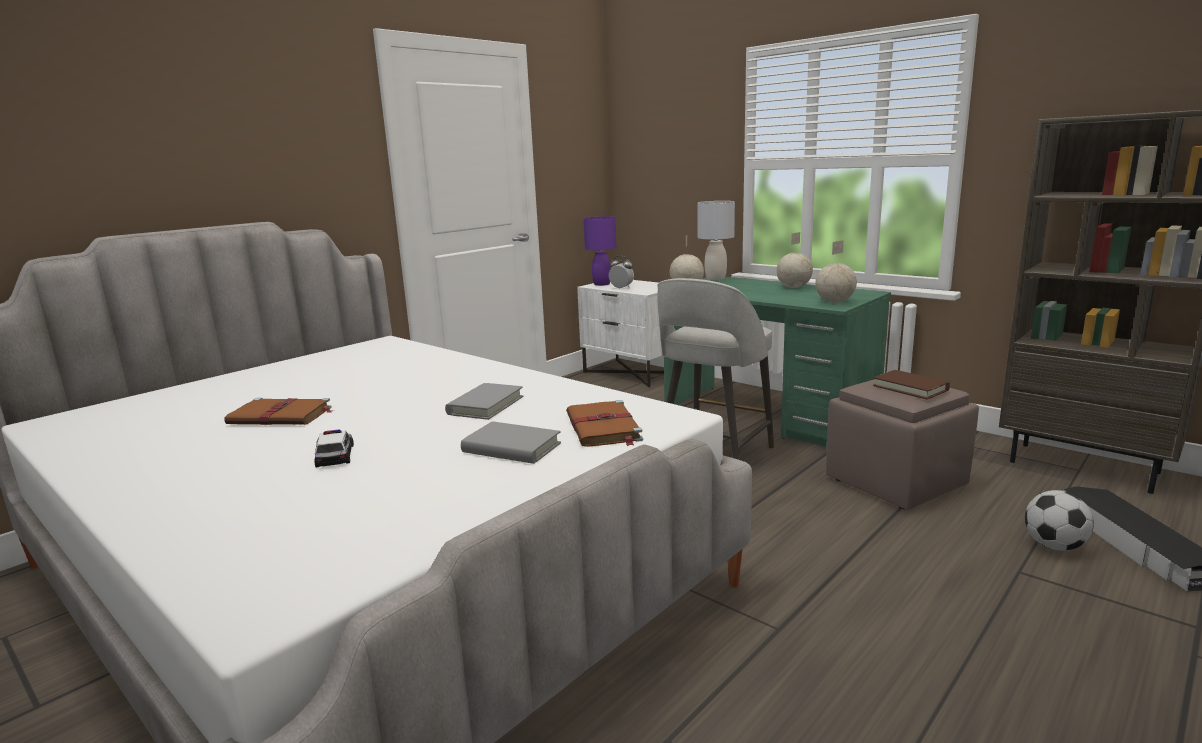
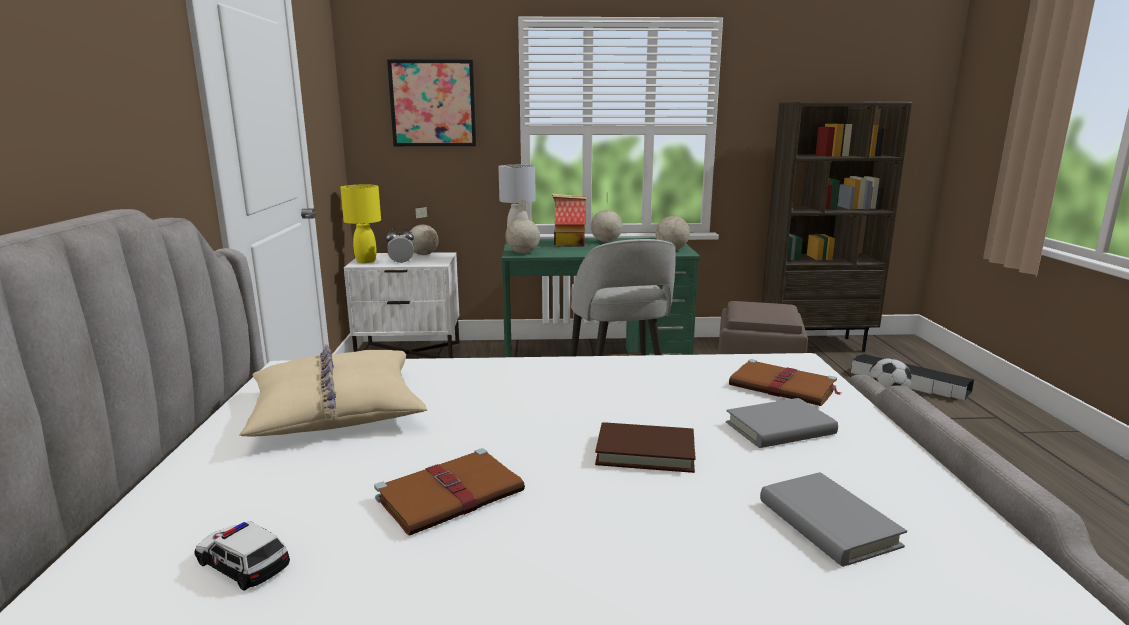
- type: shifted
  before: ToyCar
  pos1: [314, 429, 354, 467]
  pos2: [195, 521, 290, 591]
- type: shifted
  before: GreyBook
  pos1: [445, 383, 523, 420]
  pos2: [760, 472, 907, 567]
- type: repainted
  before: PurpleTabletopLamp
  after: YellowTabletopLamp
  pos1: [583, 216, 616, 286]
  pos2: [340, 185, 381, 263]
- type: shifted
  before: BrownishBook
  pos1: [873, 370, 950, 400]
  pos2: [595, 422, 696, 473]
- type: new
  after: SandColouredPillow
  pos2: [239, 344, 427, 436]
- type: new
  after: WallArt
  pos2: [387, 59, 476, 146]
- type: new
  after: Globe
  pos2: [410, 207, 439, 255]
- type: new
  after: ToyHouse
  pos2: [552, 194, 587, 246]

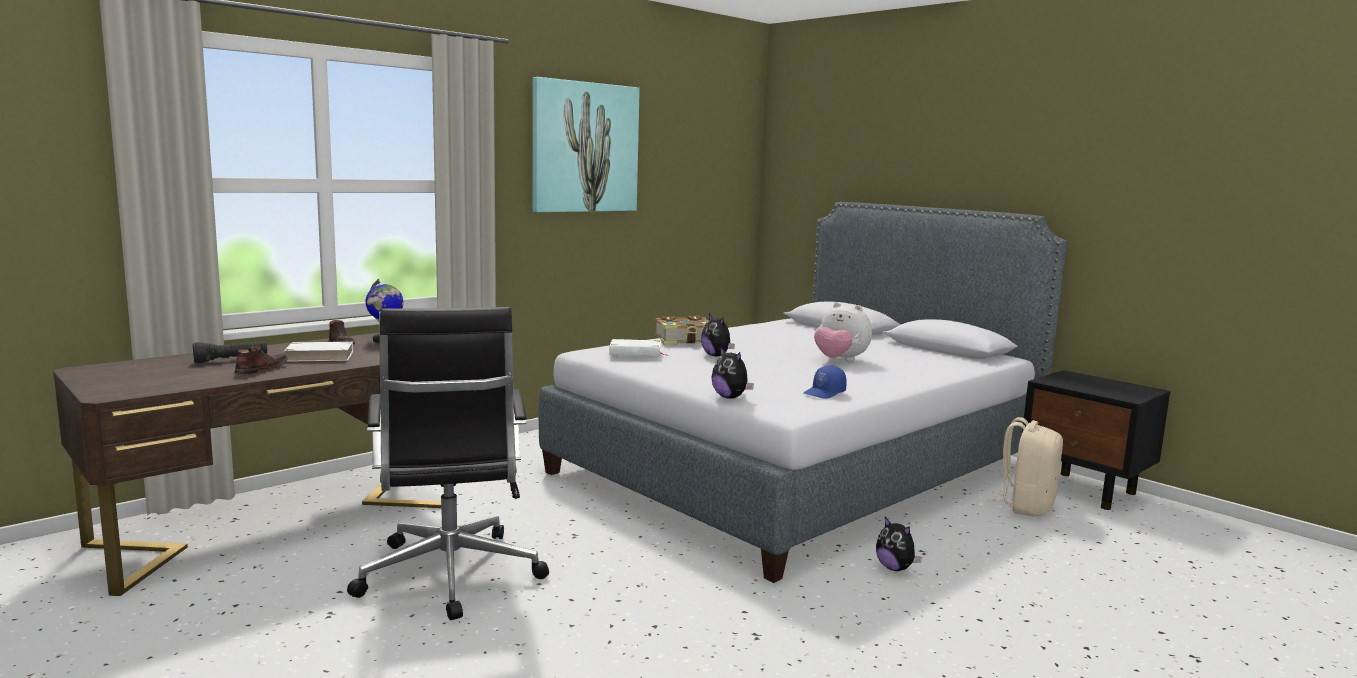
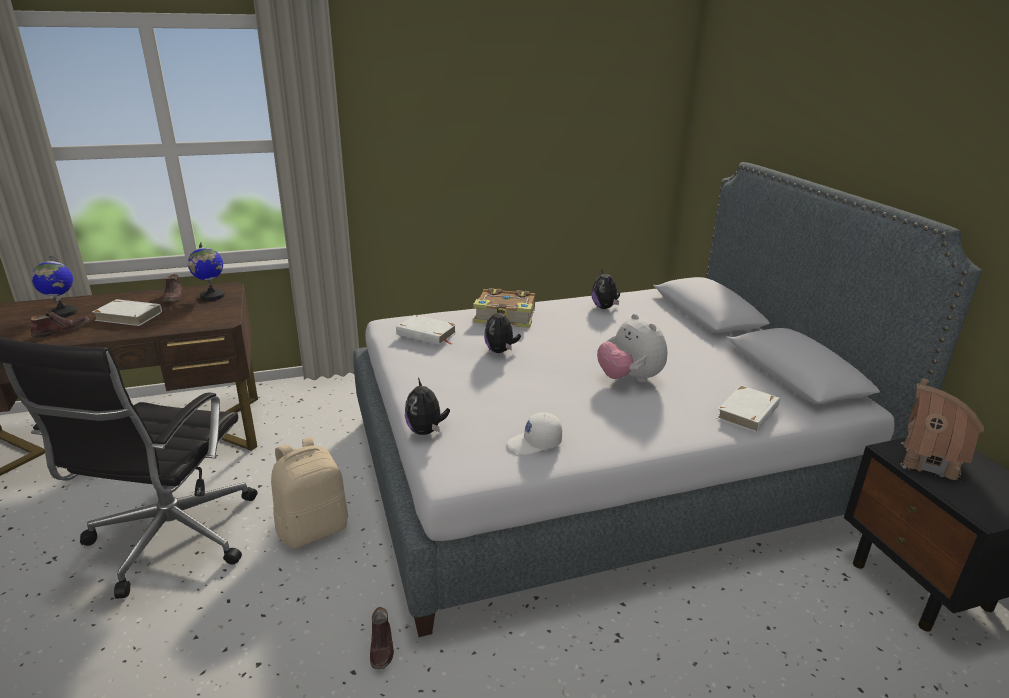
- type: swapped
  before: BlackHandTorch
  after: Globe
  pos1: [193, 341, 267, 363]
  pos2: [31, 255, 77, 318]
- type: gone
  before: WallArt
  pos1: [532, 77, 640, 212]
- type: repainted
  before: BlueColouredCap
  after: WhiteColouredCap
  pos1: [804, 365, 847, 399]
  pos2: [507, 412, 562, 455]
- type: shifted
  before: PlushToy
  pos1: [876, 517, 922, 571]
  pos2: [591, 269, 620, 309]
- type: shifted
  before: SandColouredKnapsack
  pos1: [987, 417, 1063, 516]
  pos2: [271, 436, 348, 548]
- type: new
  after: BrownishItemOfFootwear
  pos2: [370, 607, 394, 669]
- type: new
  after: WhiteColouredBook
  pos2: [717, 385, 780, 432]
- type: new
  after: ToyHouse
  pos2: [900, 379, 984, 480]

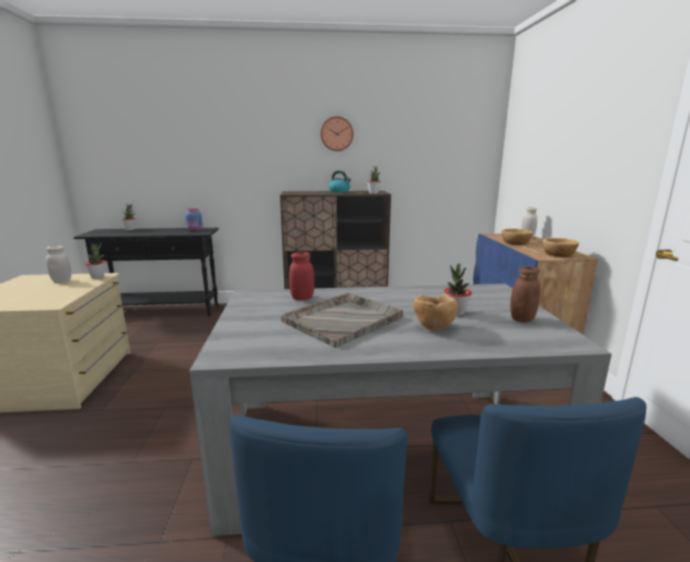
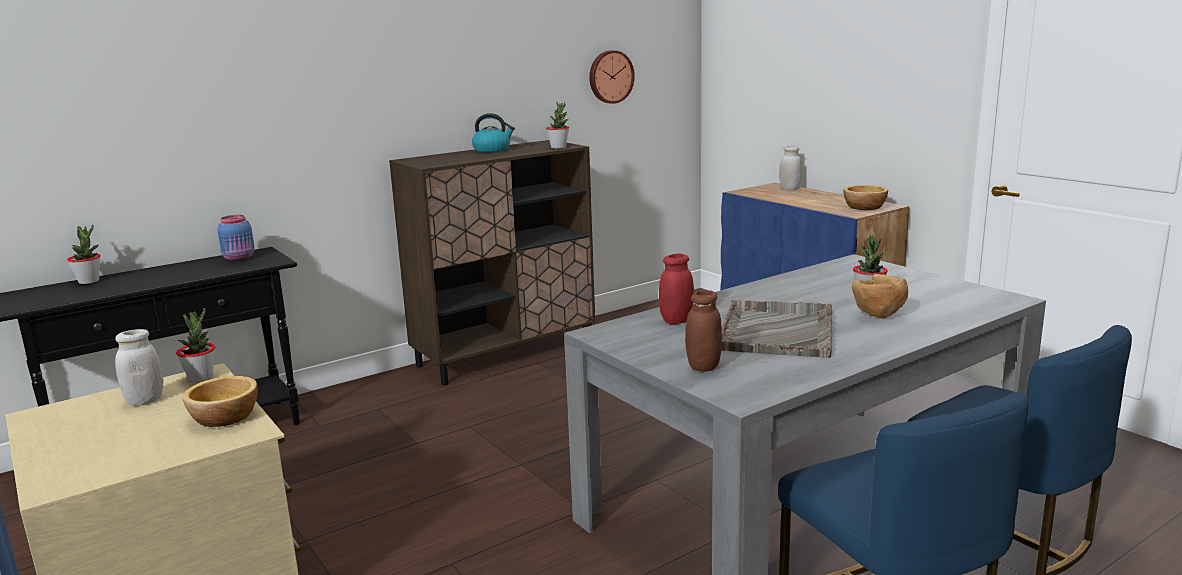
- type: shifted
  before: HangingClock
  pos1: [321, 116, 353, 151]
  pos2: [589, 50, 635, 104]
- type: shifted
  before: Bowl
  pos1: [502, 229, 533, 245]
  pos2: [183, 376, 258, 427]
- type: shifted
  before: BrownishStorageJar
  pos1: [510, 267, 540, 322]
  pos2: [685, 290, 722, 372]

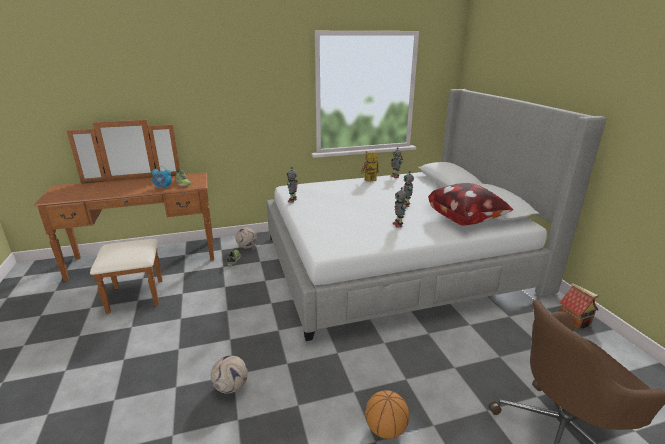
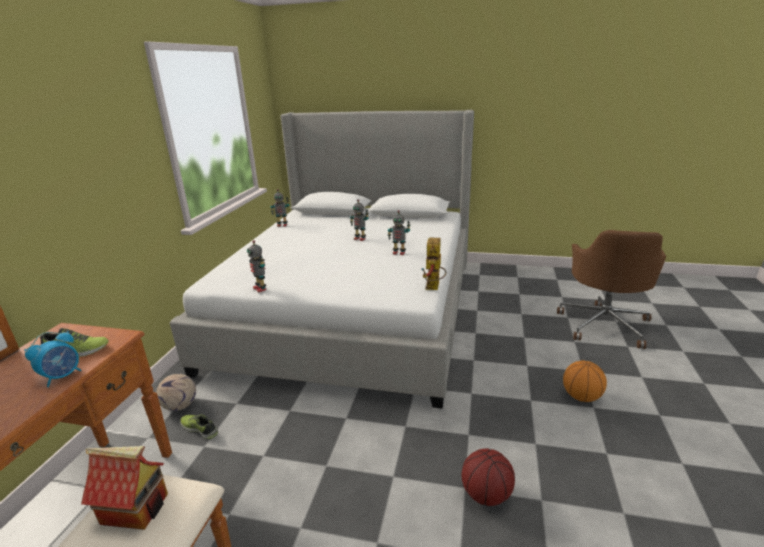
- type: swapped
  before: BallForFootball
  after: Basketball
  pos1: [211, 355, 248, 394]
  pos2: [462, 448, 515, 506]
- type: shifted
  before: ToyRobot
  pos1: [361, 151, 379, 182]
  pos2: [421, 237, 446, 290]
- type: gone
  before: Pillow
  pos1: [428, 183, 513, 226]
- type: shifted
  before: ToyHouse
  pos1: [559, 283, 599, 329]
  pos2: [81, 446, 168, 530]

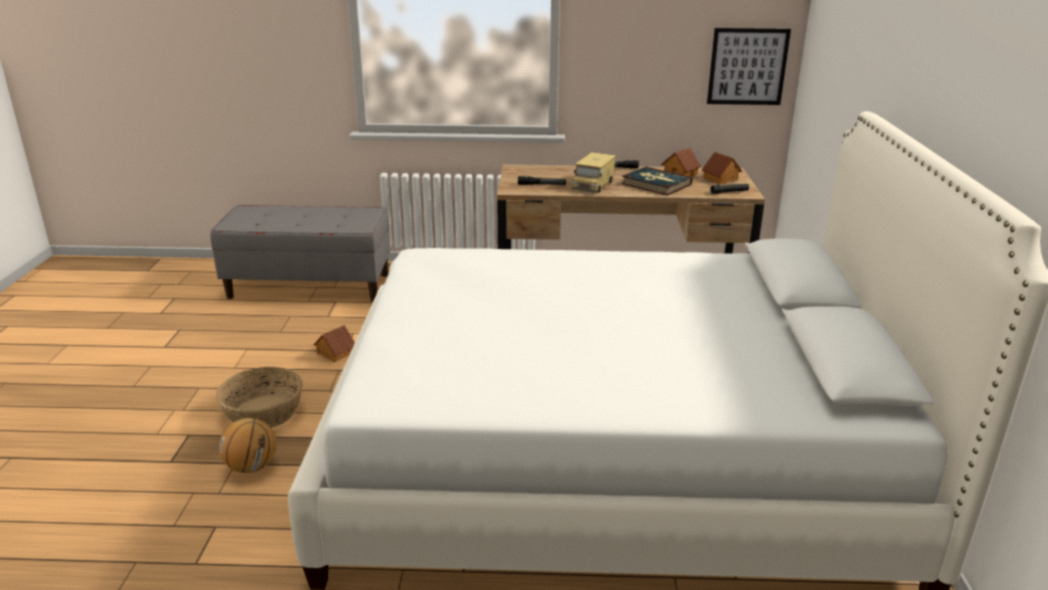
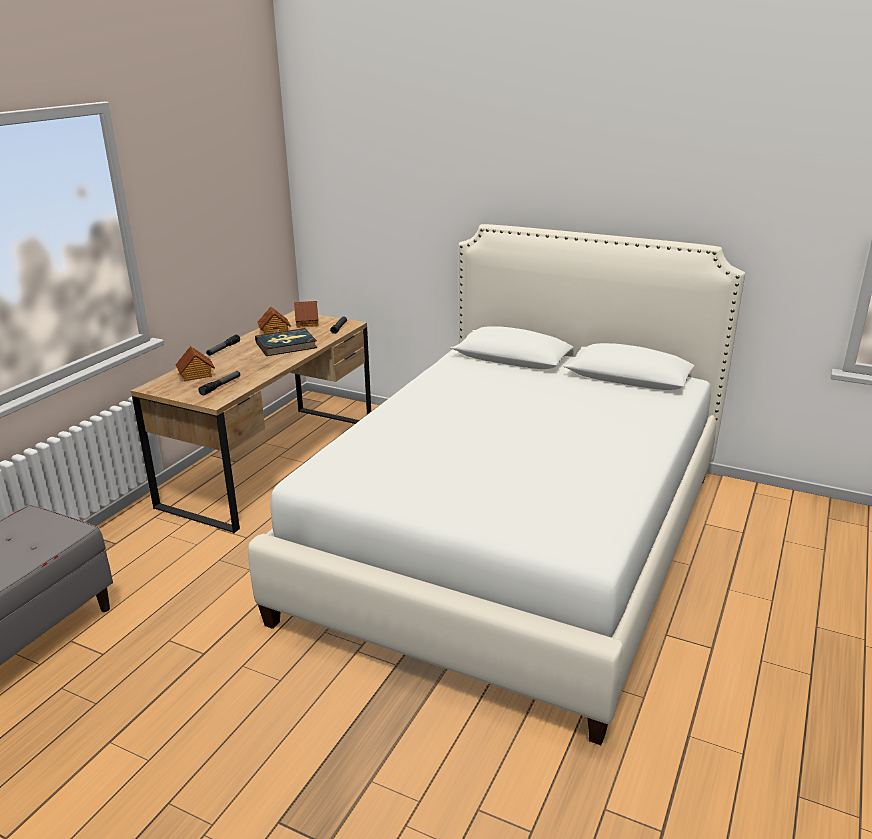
- type: gone
  before: Basket
  pos1: [216, 367, 303, 428]
- type: gone
  before: Basketball
  pos1: [219, 418, 277, 473]
- type: shifted
  before: ToyHouse
  pos1: [313, 325, 355, 363]
  pos2: [176, 346, 215, 381]
- type: gone
  before: ToyTruck
  pos1: [571, 152, 617, 193]
- type: gone
  before: WallArt
  pos1: [707, 28, 791, 105]

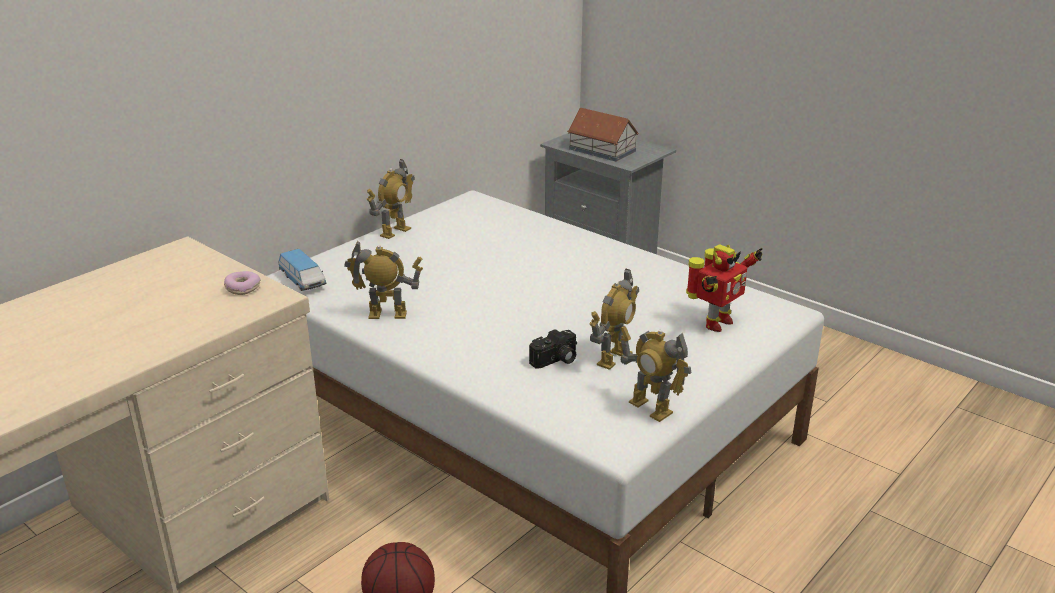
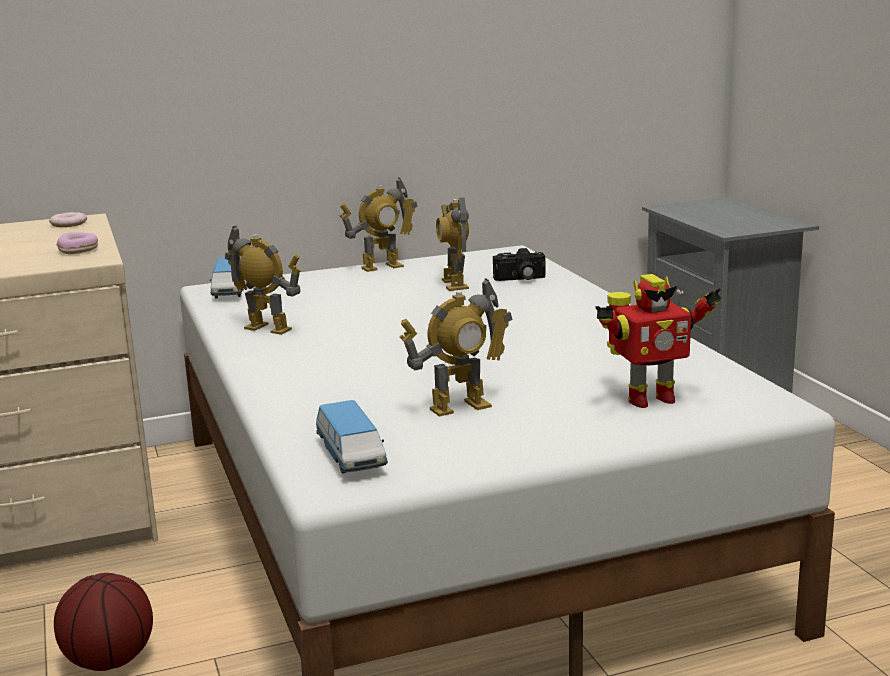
- type: shifted
  before: StillCamera
  pos1: [529, 329, 577, 369]
  pos2: [493, 248, 545, 281]
- type: gone
  before: ToyHouse
  pos1: [567, 108, 639, 161]
- type: shifted
  before: ToyRobot
  pos1: [620, 326, 691, 422]
  pos2: [436, 197, 469, 291]
- type: new
  after: Donut
  pos2: [49, 212, 87, 227]
- type: new
  after: ToyCar
  pos2: [316, 400, 388, 474]

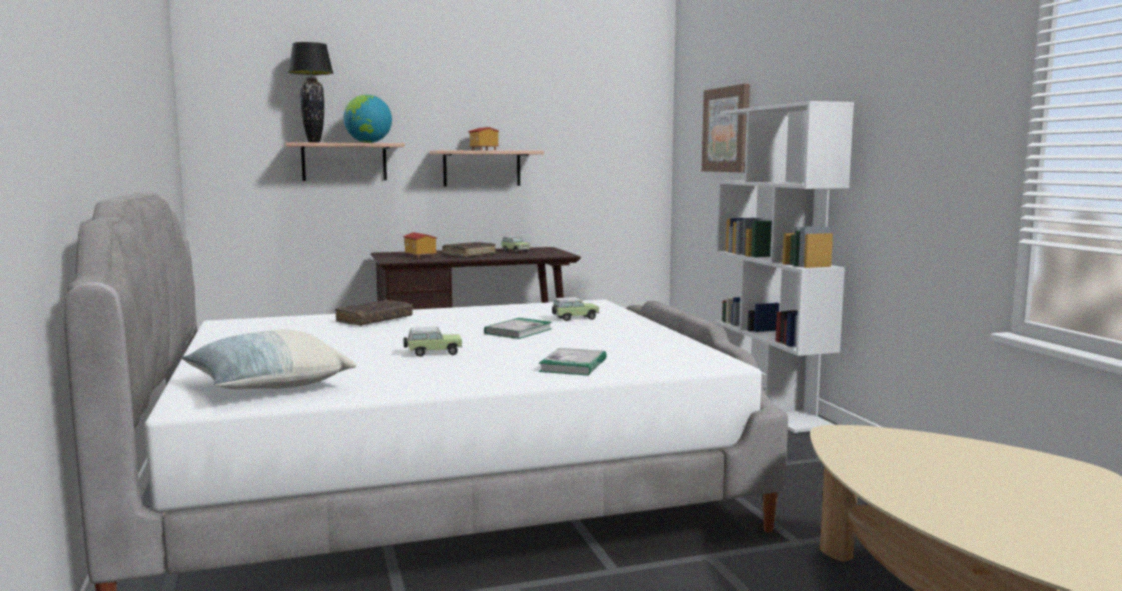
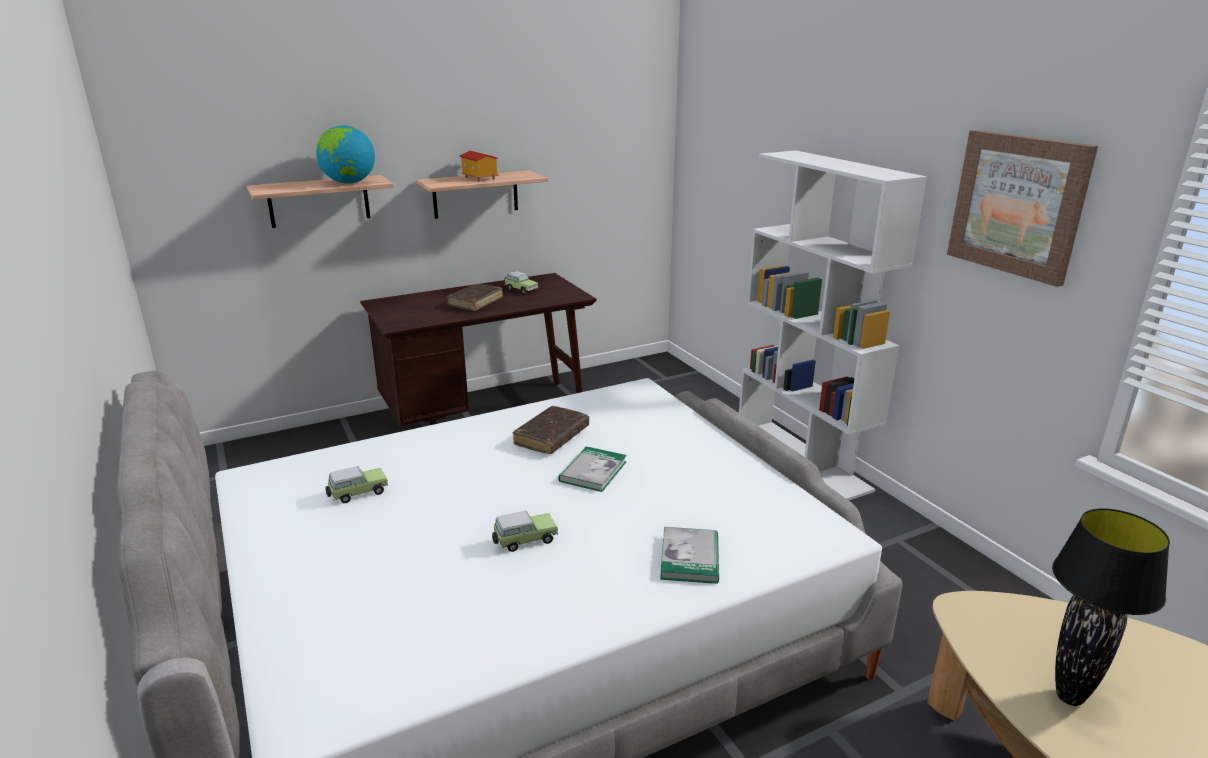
- type: gone
  before: Pillow
  pos1: [181, 329, 356, 389]
- type: shifted
  before: BlackTabletopLamp
  pos1: [288, 42, 333, 143]
  pos2: [1052, 508, 1170, 706]
- type: shifted
  before: BrownishBook
  pos1: [335, 300, 413, 326]
  pos2: [513, 406, 589, 454]
- type: gone
  before: ToyHouse
  pos1: [403, 232, 438, 259]
- type: shifted
  before: ToyCar
  pos1: [552, 297, 599, 321]
  pos2: [325, 466, 388, 503]
- type: shifted
  before: WallArt
  pos1: [702, 84, 750, 172]
  pos2: [947, 130, 1098, 287]

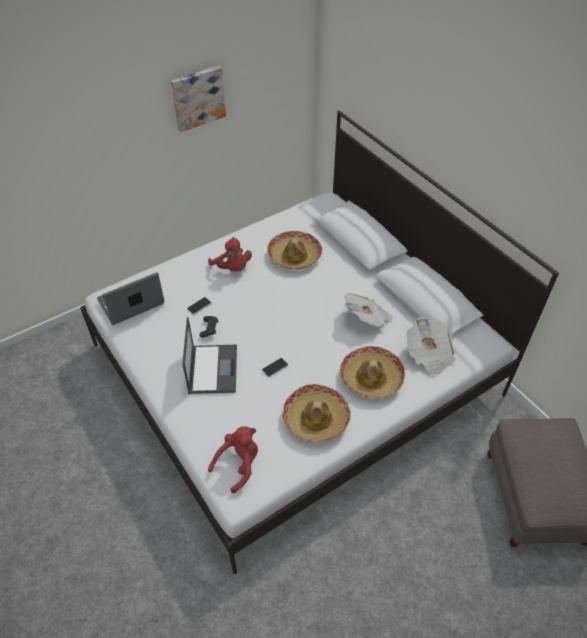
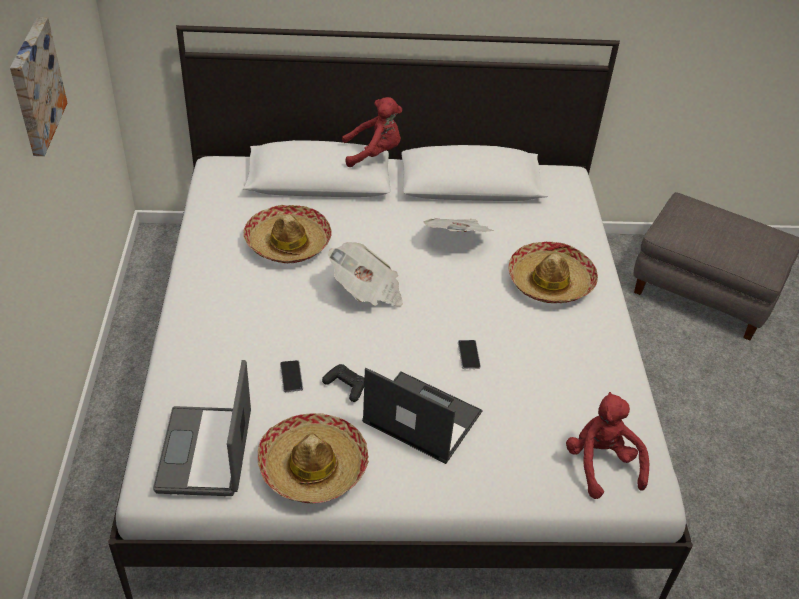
- type: shifted
  before: RedColouredPlushToy
  pos1: [208, 237, 252, 272]
  pos2: [342, 97, 402, 167]
- type: shifted
  before: Hat
  pos1: [283, 384, 350, 442]
  pos2: [258, 413, 369, 504]
- type: shifted
  before: Newspaper
  pos1: [406, 316, 455, 377]
  pos2: [328, 242, 403, 307]

